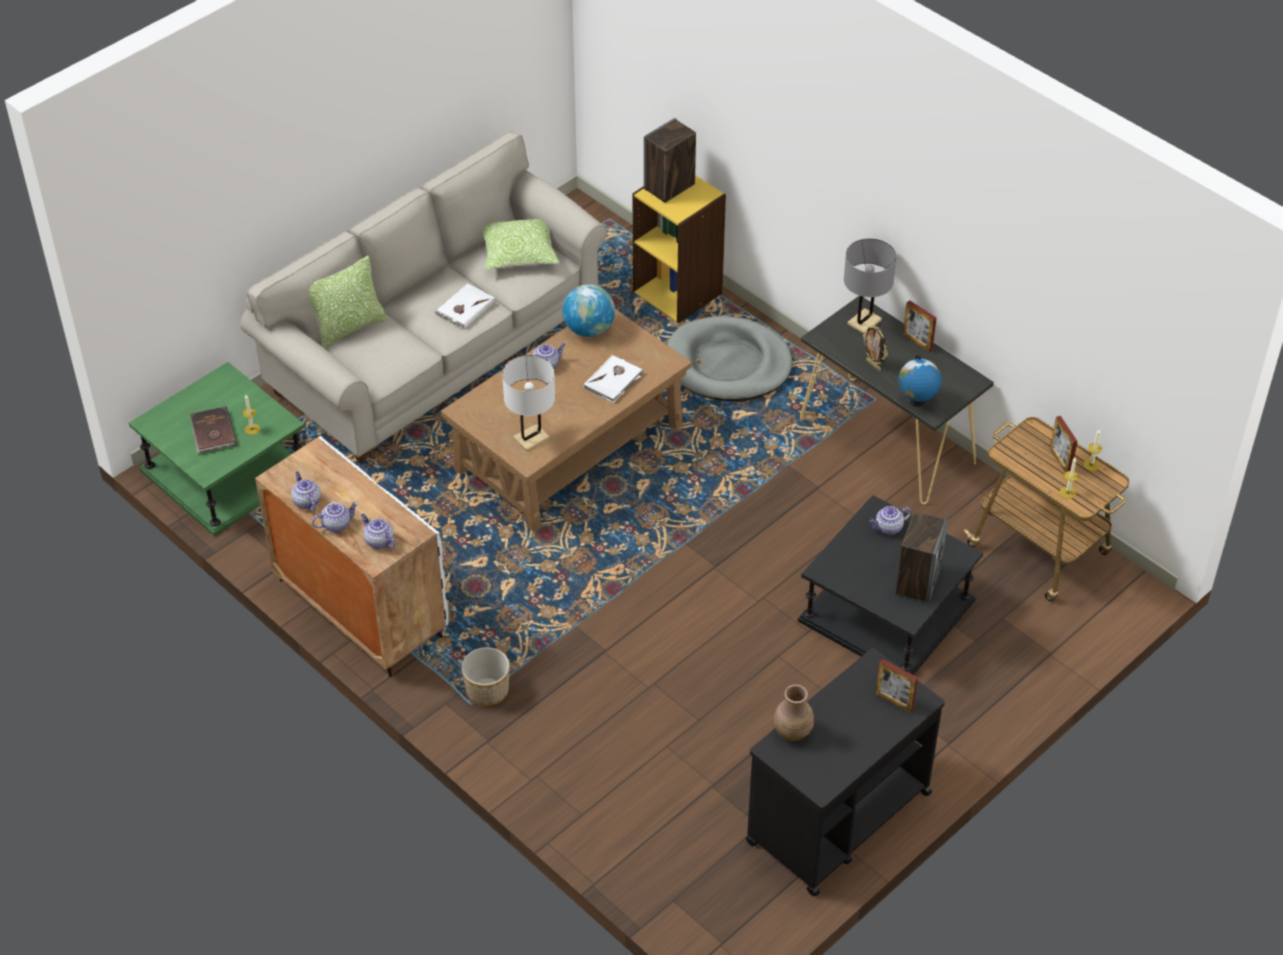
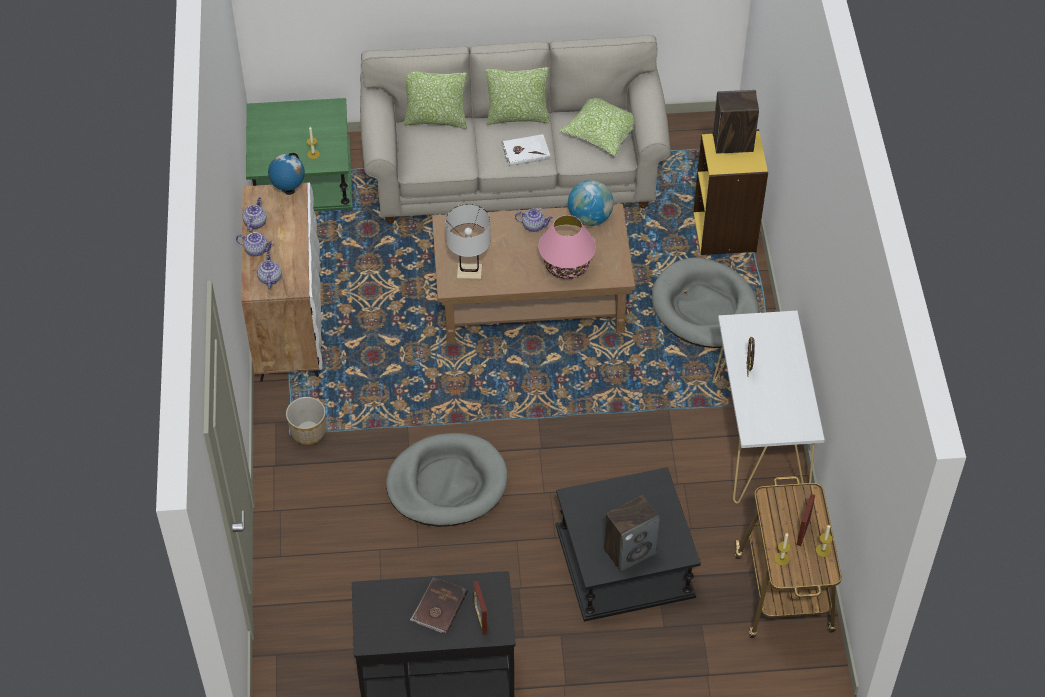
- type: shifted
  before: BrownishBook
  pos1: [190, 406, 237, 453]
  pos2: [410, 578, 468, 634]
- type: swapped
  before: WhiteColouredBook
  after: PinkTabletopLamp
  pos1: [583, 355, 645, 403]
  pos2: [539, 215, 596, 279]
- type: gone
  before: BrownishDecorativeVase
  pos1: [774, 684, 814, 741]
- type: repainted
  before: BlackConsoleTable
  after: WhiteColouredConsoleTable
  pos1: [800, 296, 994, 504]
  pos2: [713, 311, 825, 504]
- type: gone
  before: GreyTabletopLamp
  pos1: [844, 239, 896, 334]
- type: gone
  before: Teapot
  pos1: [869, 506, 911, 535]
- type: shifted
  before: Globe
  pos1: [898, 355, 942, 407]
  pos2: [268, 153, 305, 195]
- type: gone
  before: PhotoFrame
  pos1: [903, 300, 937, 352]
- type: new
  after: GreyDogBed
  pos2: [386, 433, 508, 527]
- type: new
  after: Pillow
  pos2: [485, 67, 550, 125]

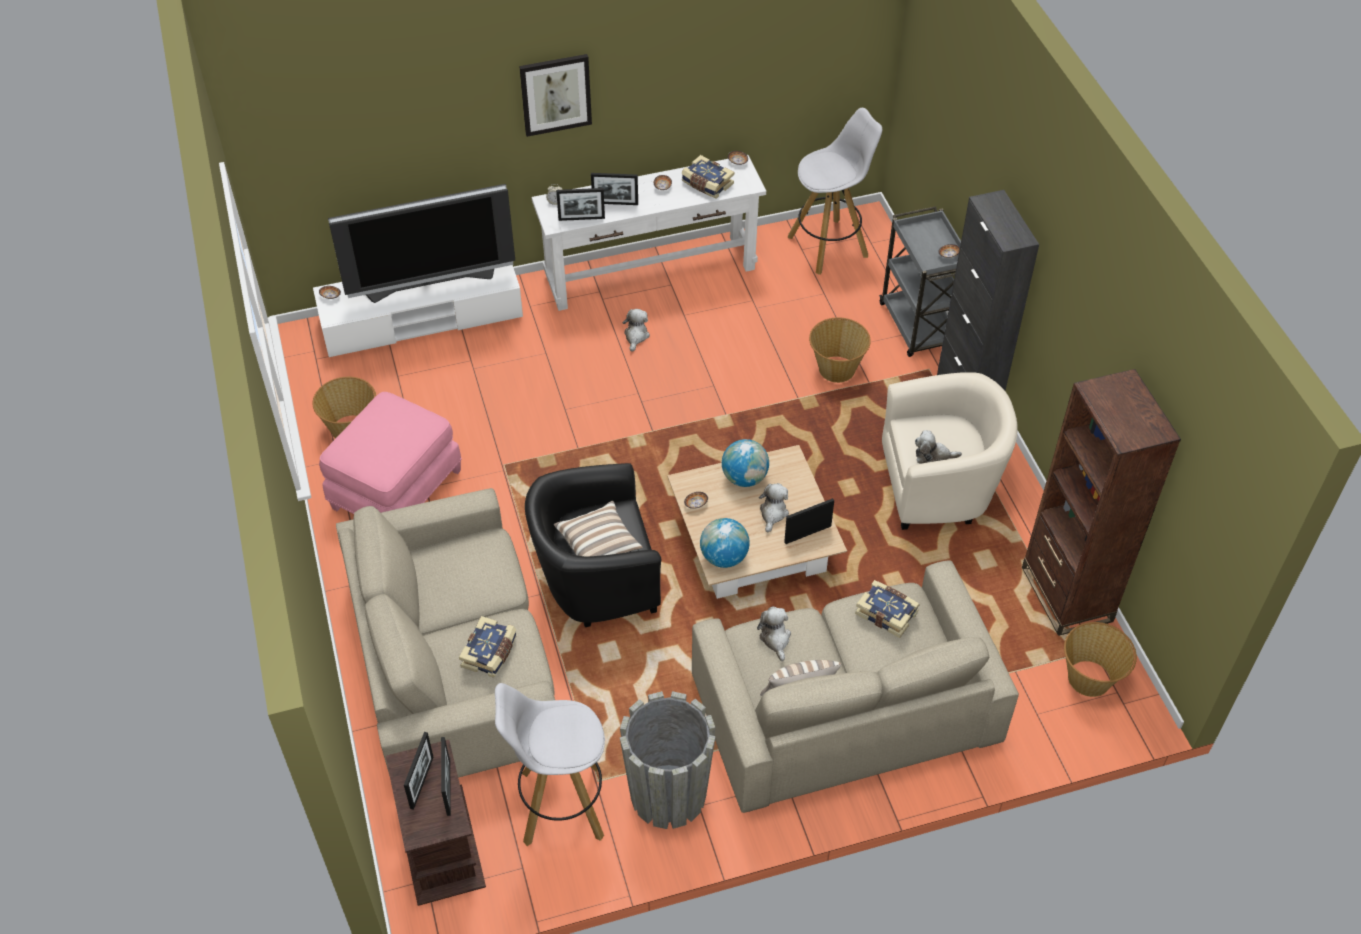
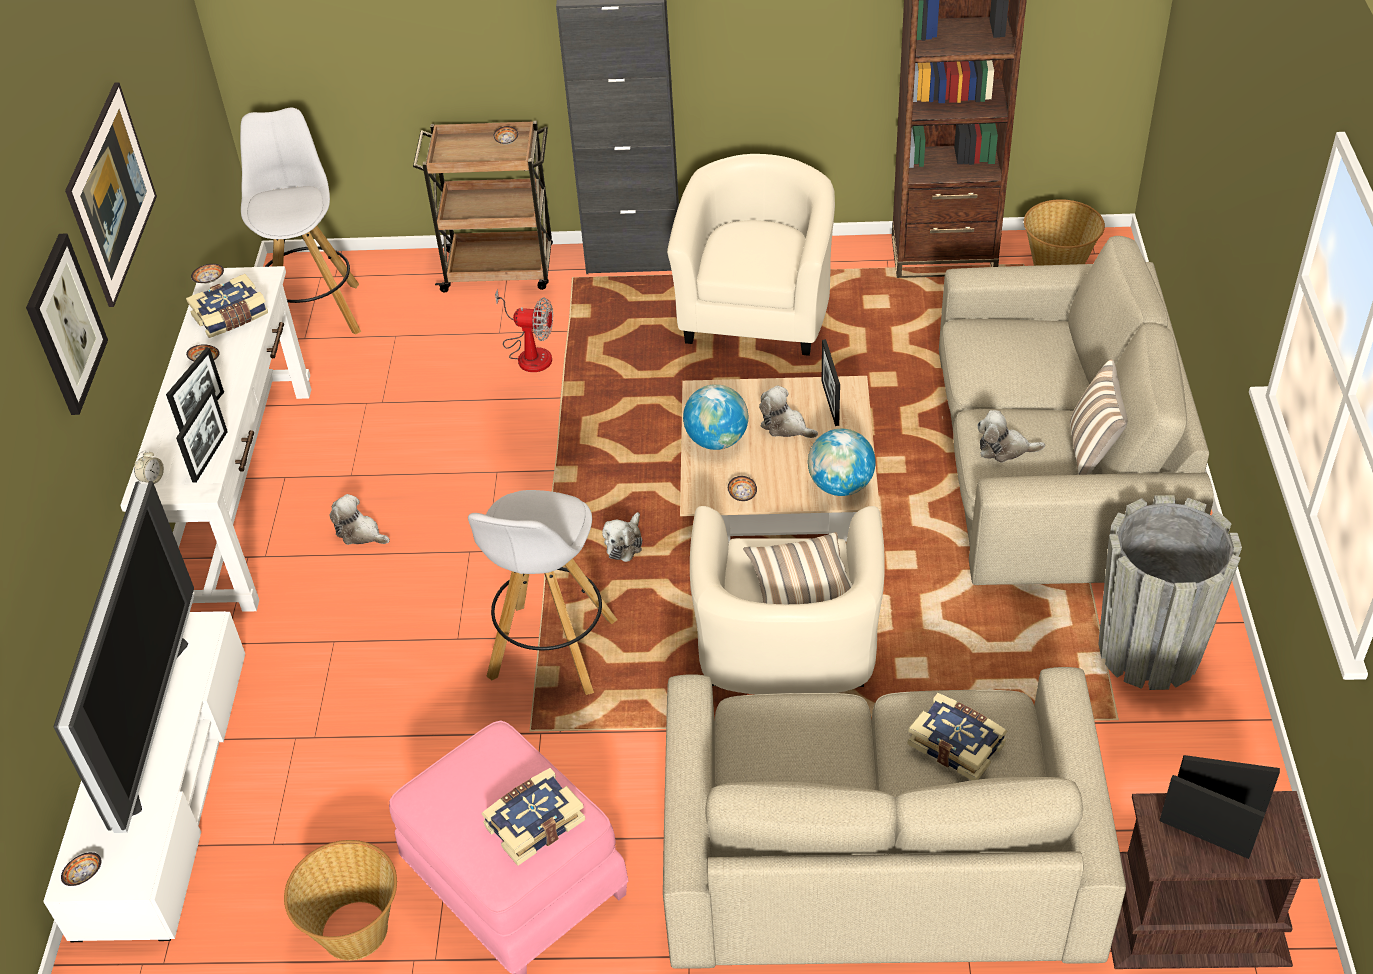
- type: shifted
  before: WhiteColouredStool
  pos1: [495, 683, 605, 846]
  pos2: [468, 490, 617, 695]
- type: repainted
  before: BlackLoungeChair
  after: SandColouredLoungeChair
  pos1: [525, 463, 662, 627]
  pos2: [690, 506, 885, 694]
- type: swapped
  before: Basket
  after: ElectricFan
  pos1: [809, 317, 871, 383]
  pos2: [495, 289, 553, 372]
- type: shifted
  before: Book
  pos1: [855, 580, 920, 638]
  pos2: [481, 768, 586, 866]
- type: repainted
  before: GreyWheeledCart
  after: BrownishWheeledCart
  pos1: [879, 206, 961, 357]
  pos2: [413, 121, 553, 293]
- type: shifted
  before: PlushToy
  pos1: [915, 430, 962, 464]
  pos2: [603, 512, 642, 562]
- type: new
  after: WallArt
  pos2: [65, 82, 157, 307]

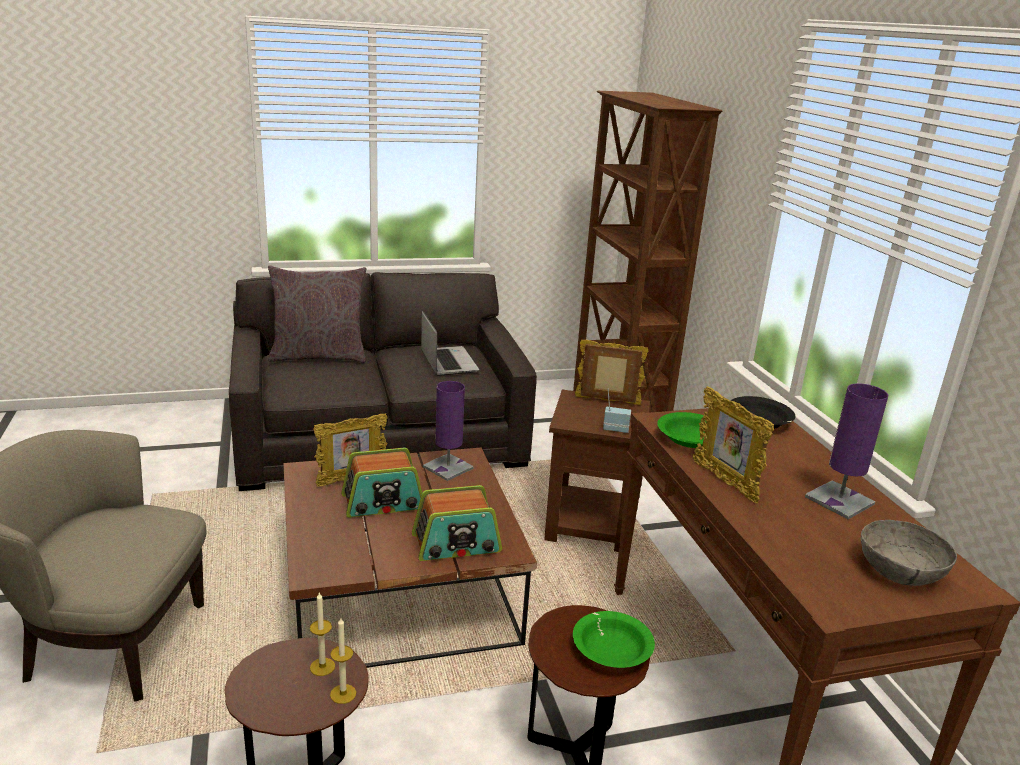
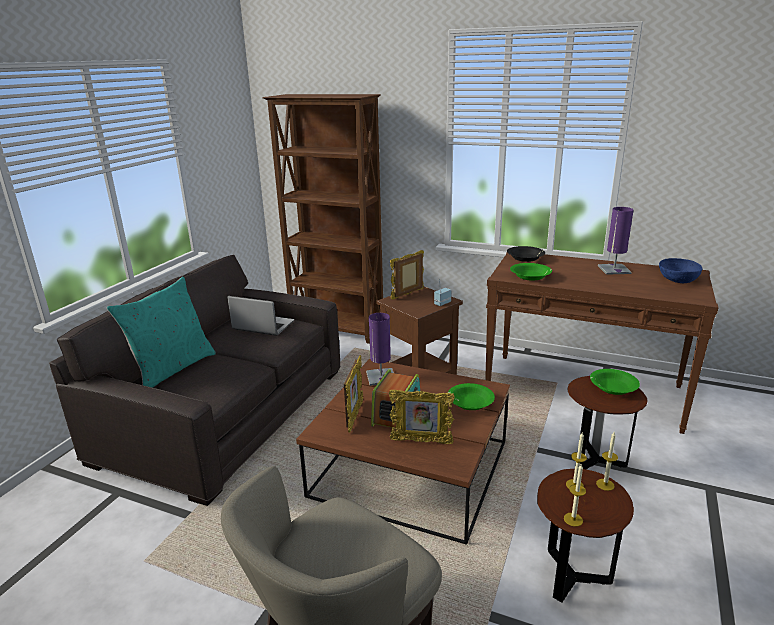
- type: repainted
  before: GreyPillow
  after: BlueGreenPillow
  pos1: [268, 265, 366, 363]
  pos2: [107, 277, 216, 388]
- type: swapped
  before: RadioReceiver
  after: GreenColouredBowl
  pos1: [412, 485, 502, 561]
  pos2: [448, 383, 495, 410]
- type: shifted
  before: PhotoFrame
  pos1: [693, 386, 774, 503]
  pos2: [389, 390, 455, 444]
- type: repainted
  before: GreyBowl
  after: BlueColouredBowl
  pos1: [861, 520, 957, 586]
  pos2: [659, 258, 702, 283]
- type: new
  after: WaxLight
  pos2: [564, 464, 586, 527]

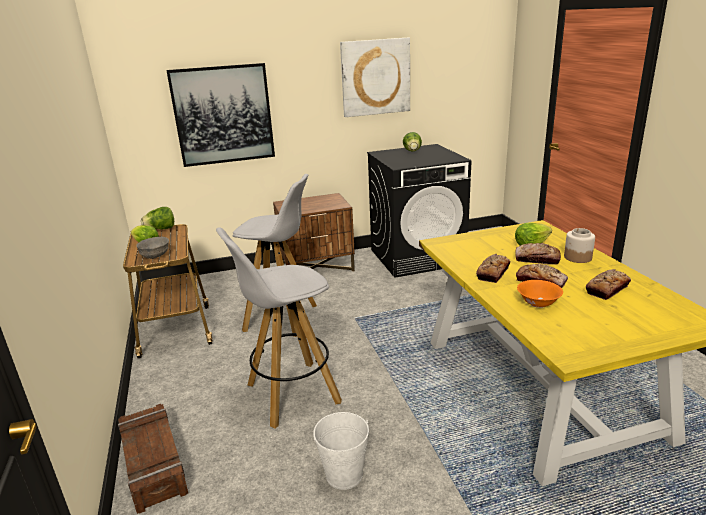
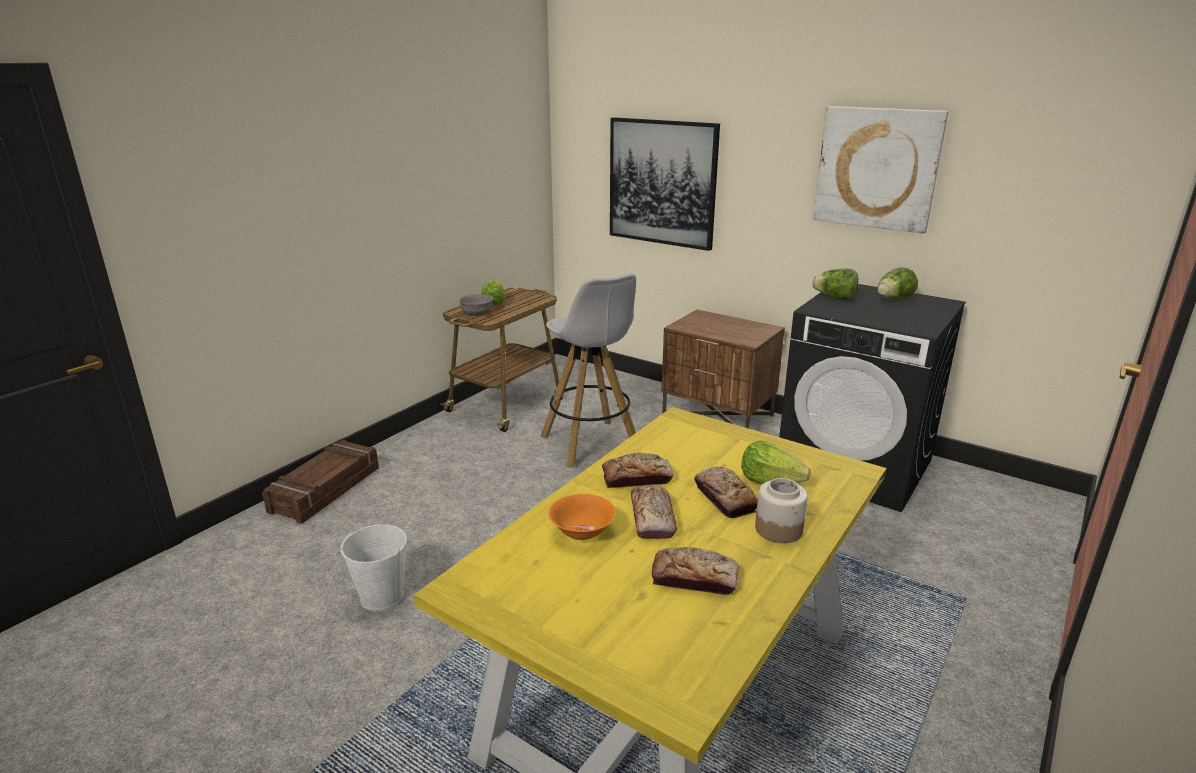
- type: shifted
  before: HeadOfLettuce
  pos1: [141, 207, 174, 229]
  pos2: [812, 268, 858, 300]
- type: gone
  before: WhiteColouredStool
  pos1: [216, 227, 342, 428]

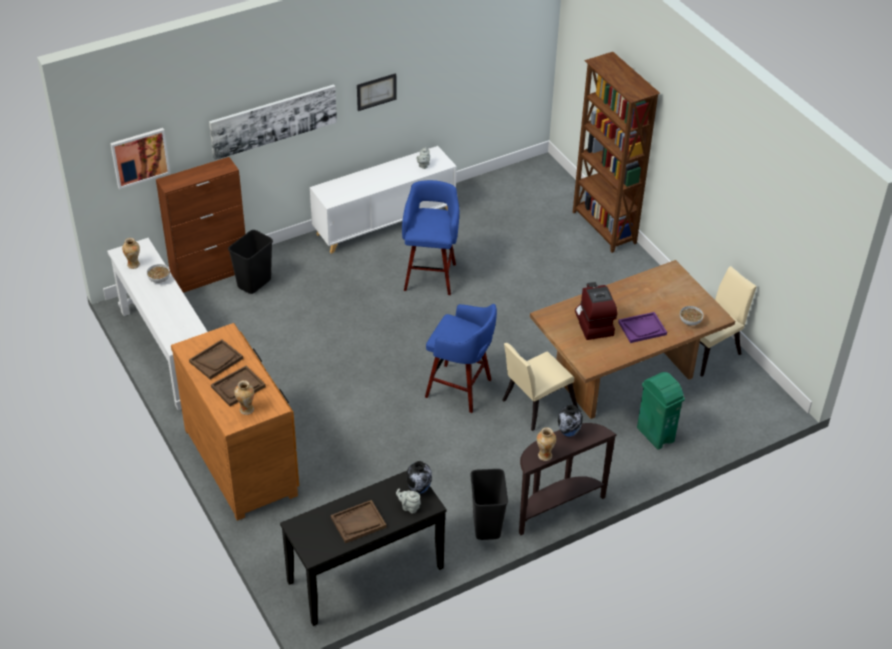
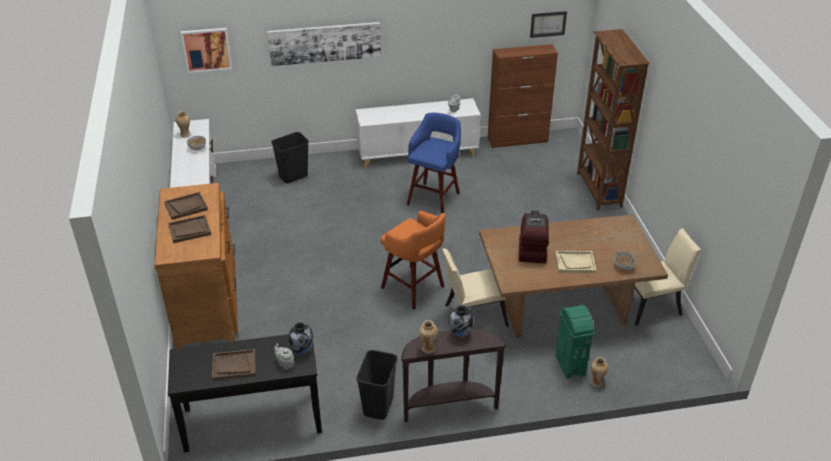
- type: shifted
  before: BrownishCupboard
  pos1: [156, 157, 245, 293]
  pos2: [488, 44, 558, 148]
- type: shifted
  before: DecorativeVase
  pos1: [234, 380, 254, 415]
  pos2: [591, 357, 608, 387]
- type: shifted
  before: WallArt
  pos1: [357, 73, 397, 111]
  pos2: [530, 11, 567, 38]
- type: repainted
  before: BlueColouredStool
  after: OrangeColouredStool
  pos1: [425, 304, 497, 413]
  pos2: [380, 210, 445, 309]
- type: repainted
  before: PurpleTray
  after: SandColouredTray
  pos1: [618, 312, 667, 343]
  pos2: [555, 251, 596, 273]

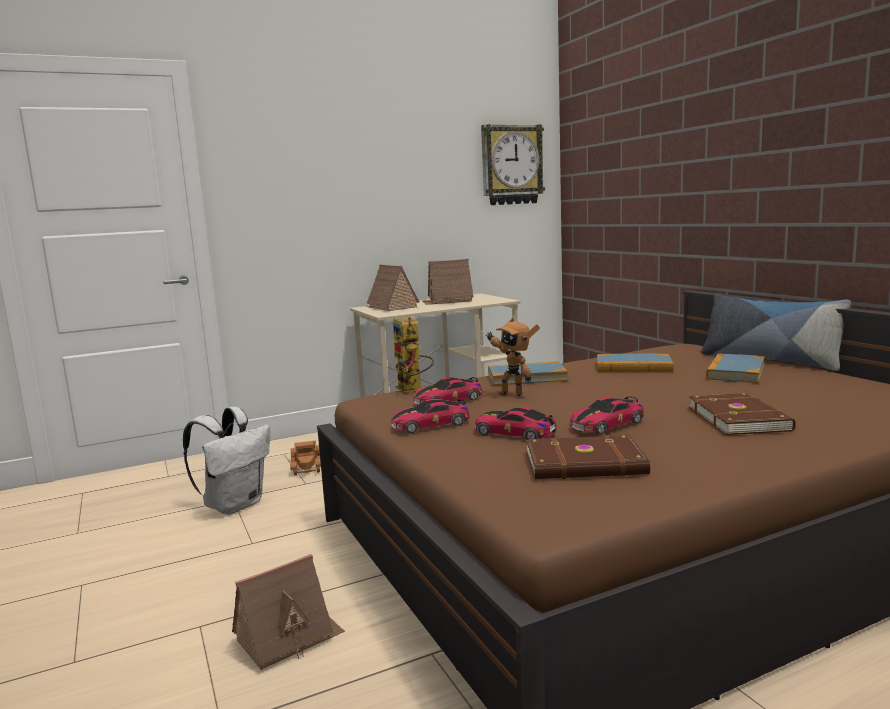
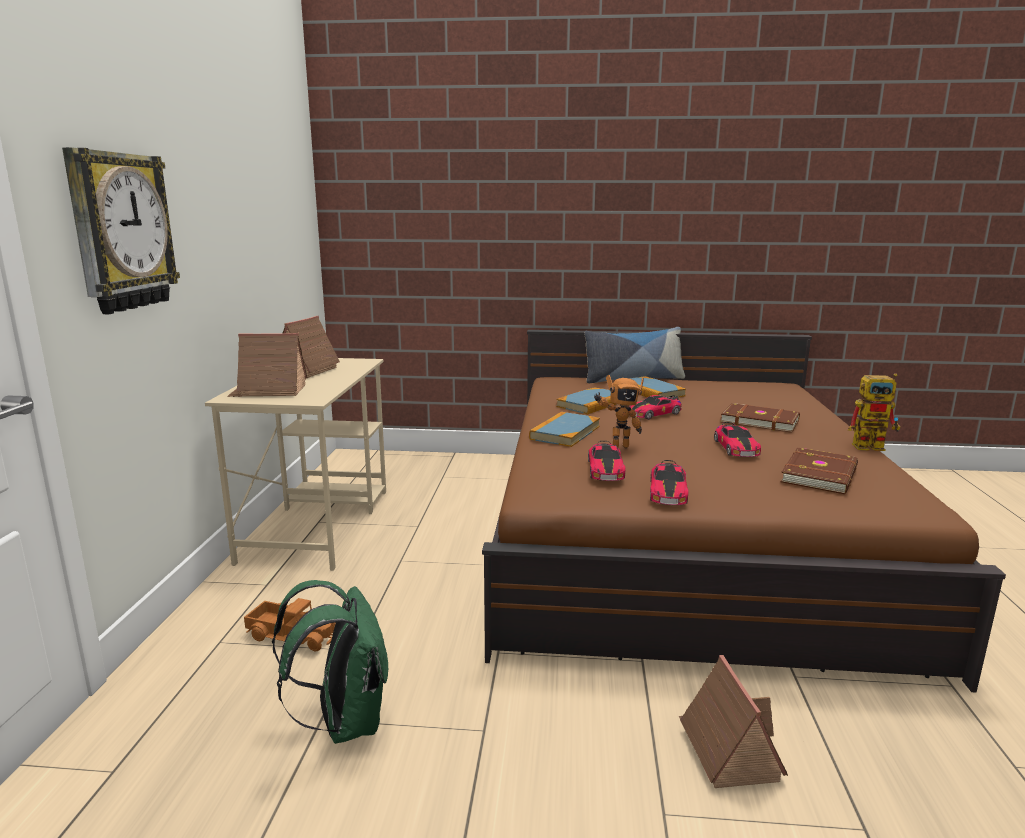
- type: repainted
  before: WhiteColouredKnapsack
  after: GreenColouredKnapsack
  pos1: [183, 407, 270, 515]
  pos2: [272, 580, 388, 744]
- type: shifted
  before: ToyRobot
  pos1: [393, 316, 434, 393]
  pos2: [848, 373, 900, 451]
- type: shifted
  before: ToyCar
  pos1: [474, 407, 557, 440]
  pos2: [628, 395, 682, 420]
- type: shifted
  before: HangingClock
  pos1: [481, 124, 545, 205]
  pos2: [62, 147, 180, 314]

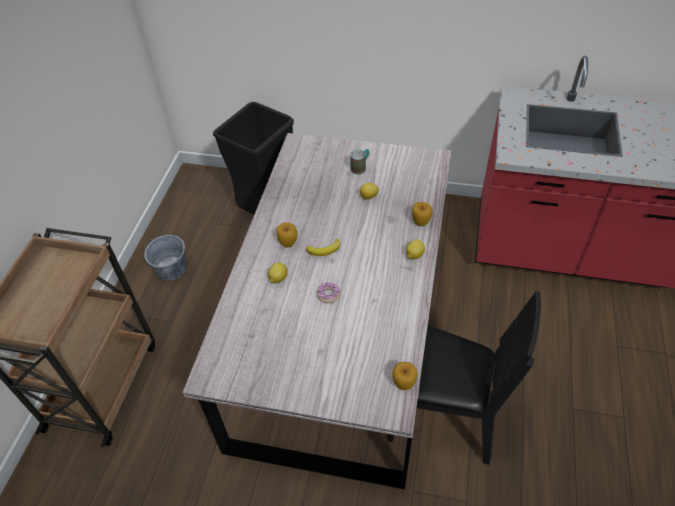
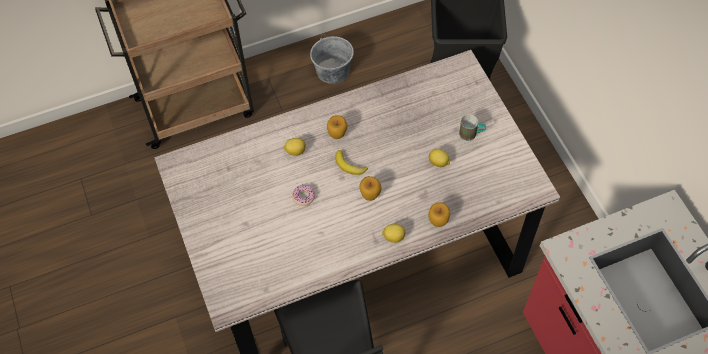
- type: shifted
  before: AppleFruit
  pos1: [392, 362, 417, 390]
  pos2: [359, 176, 382, 201]

